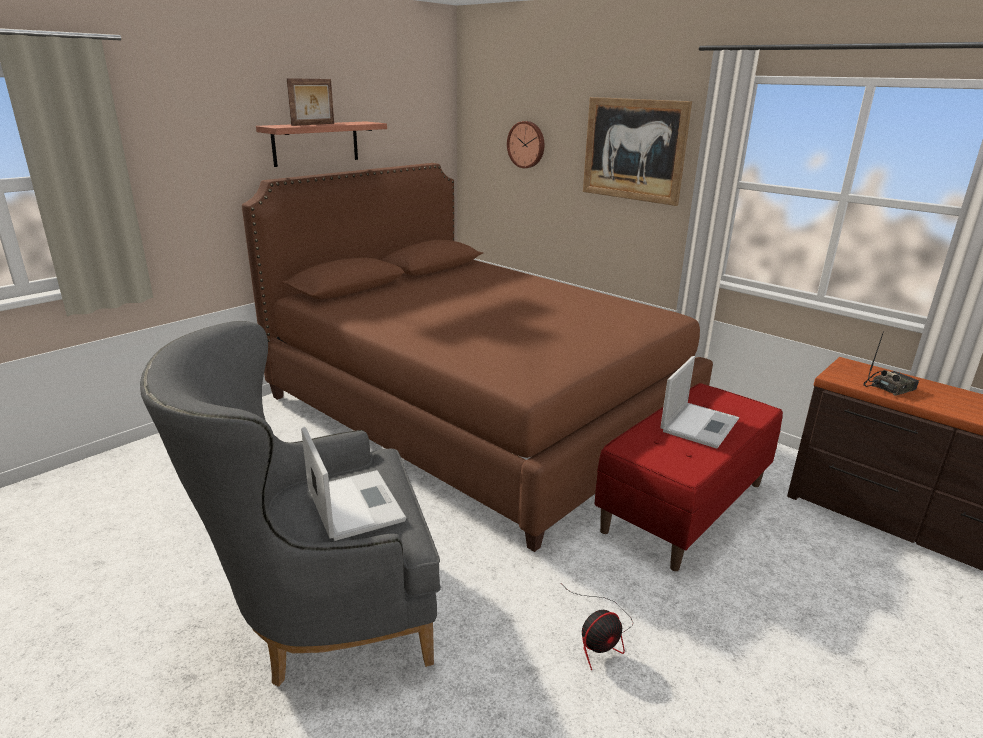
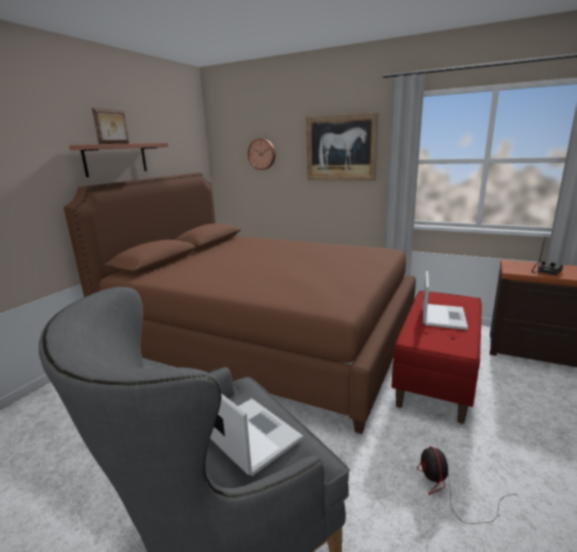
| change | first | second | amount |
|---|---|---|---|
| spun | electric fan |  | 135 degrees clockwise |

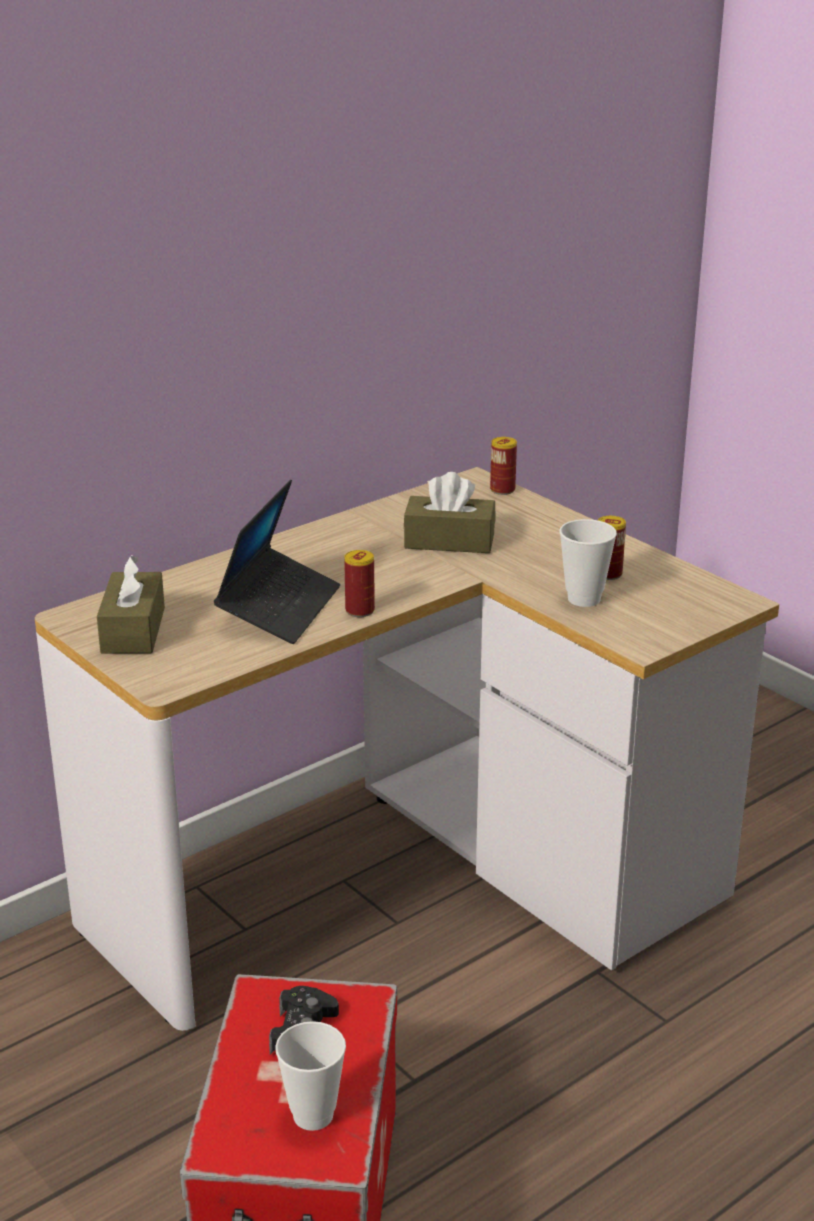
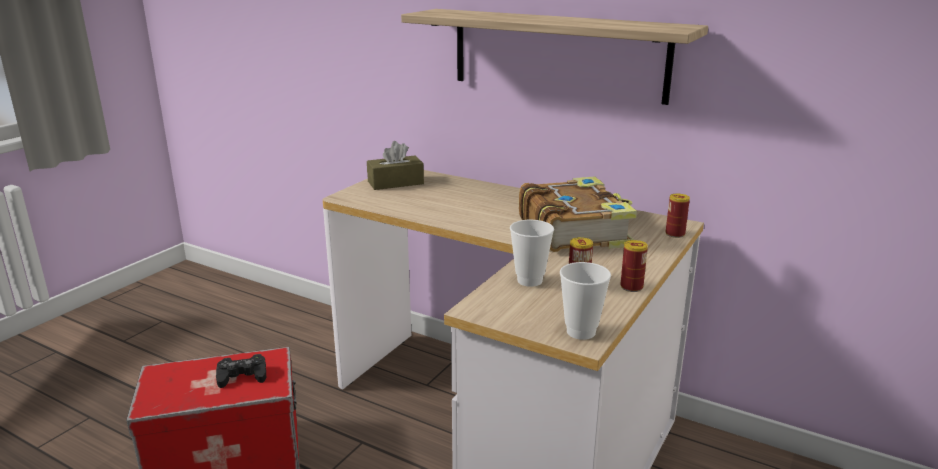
| change | first | second | amount |
|---|---|---|---|
| appeared |  | bracket shelf |  |
| exchanged | brown box of tissues (no. 2 from left) | book |  |
| relocated | drinking cup (no. 1 from left in the first image) | drinking cup (no. 2 from left) |  |
| relocated | can (no. 1 from left in the first image) | can (no. 2 from left) |  |
| missing | notebook computer |  |  |

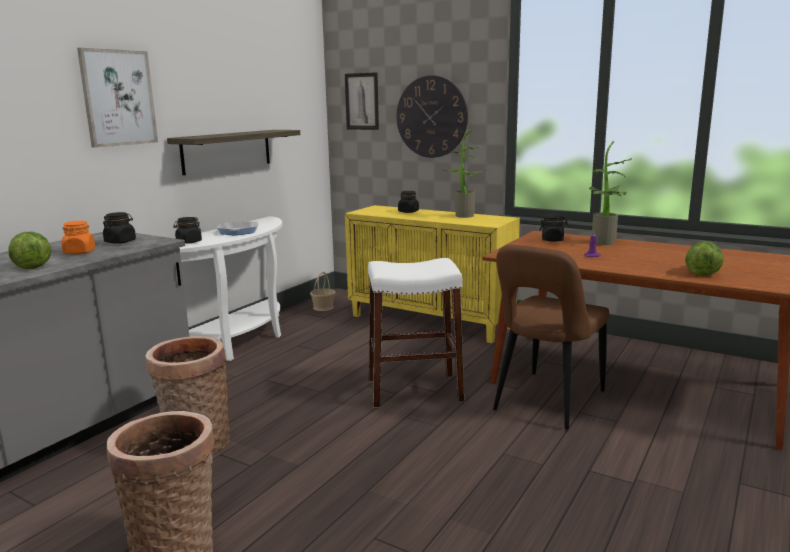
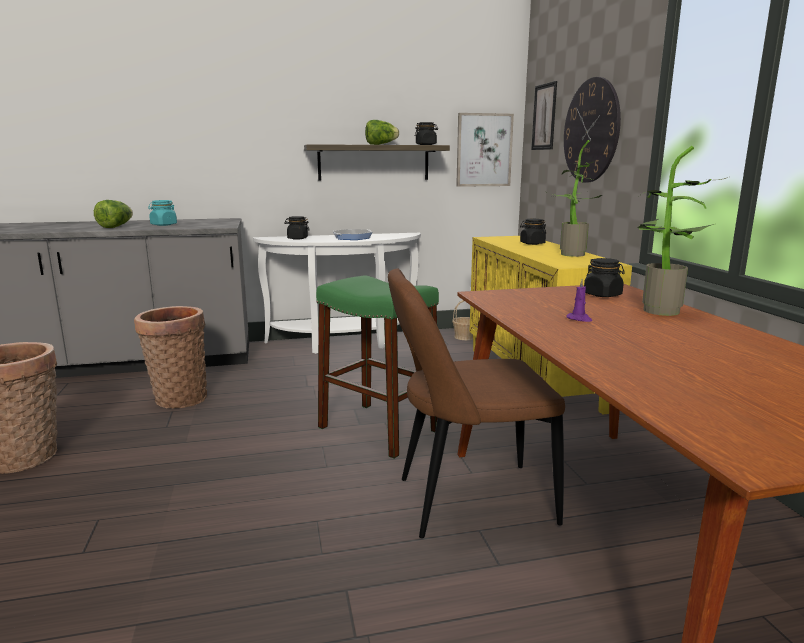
| change | first | second | amount |
|---|---|---|---|
| colour | orangey preserve jar | turquoise preserve jar |  |
| colour | white sitting stool | greenish sitting stool |  |
| relocated | lettuce (no. 2 from left) |  |  |
| relocated | black preserve jar (no. 1 from left in the first image) | black preserve jar (no. 2 from left) |  |
| relocated | wall art (no. 1 from left) |  |  |

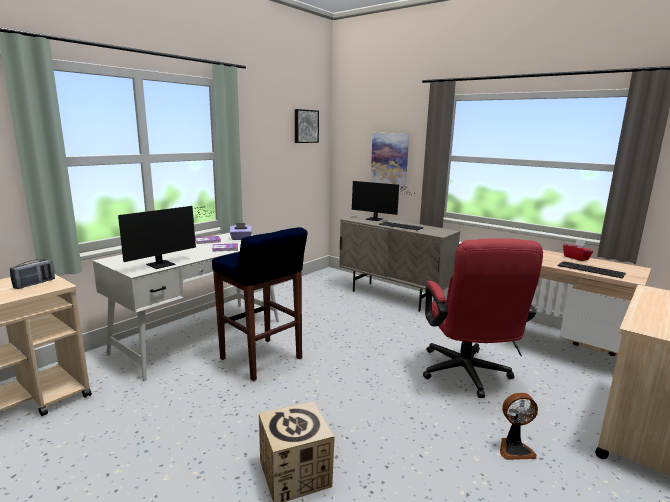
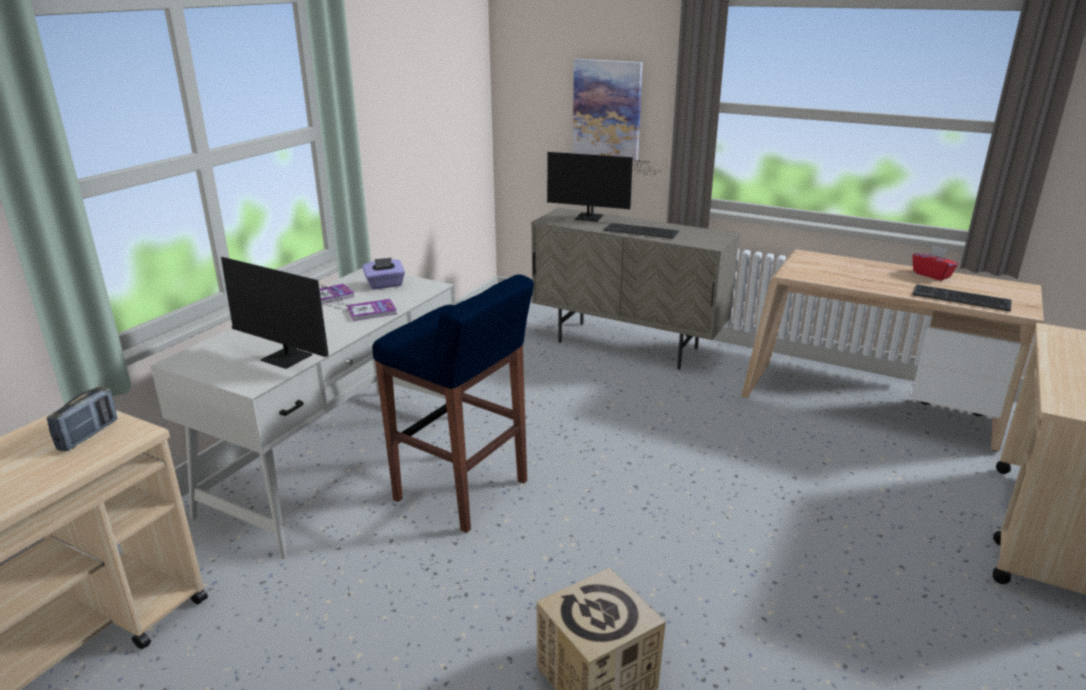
| change | first | second | amount |
|---|---|---|---|
| spun | monitor (no. 1 from left) |  | 90 degrees clockwise |
| missing | wall art (no. 1 from left) |  |  |
| missing | red-coloured computer chair |  |  |
| missing | electric fan |  |  |

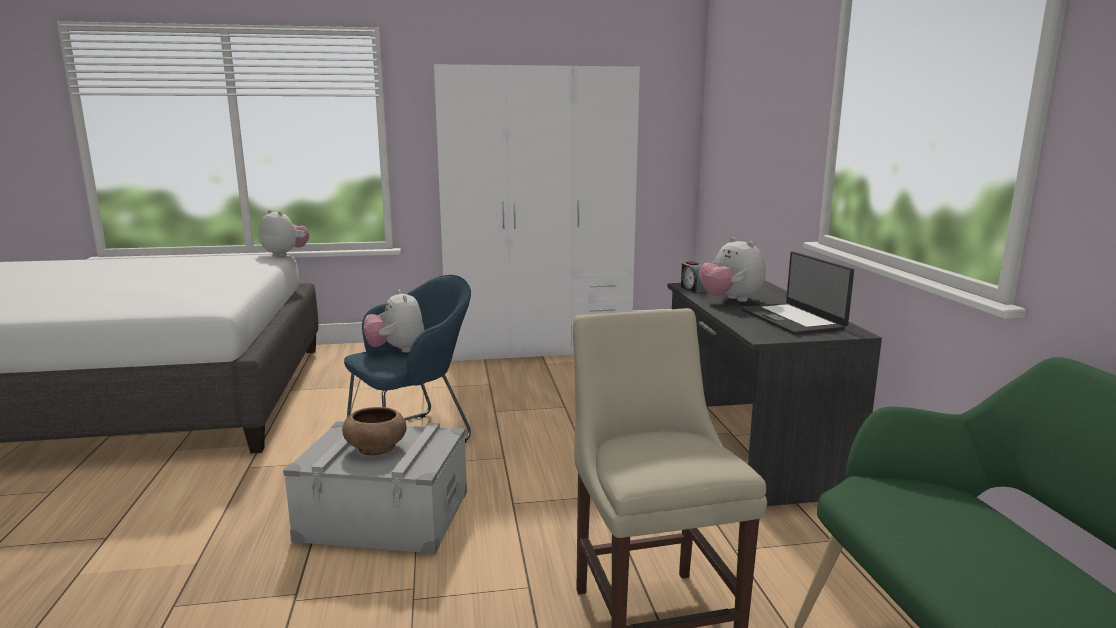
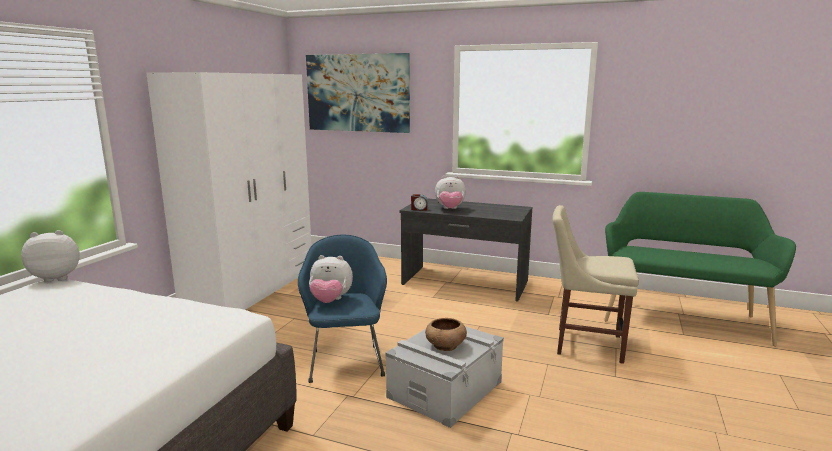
| change | first | second | amount |
|---|---|---|---|
| appeared |  | wall art |  |
| missing | notebook computer |  |  |

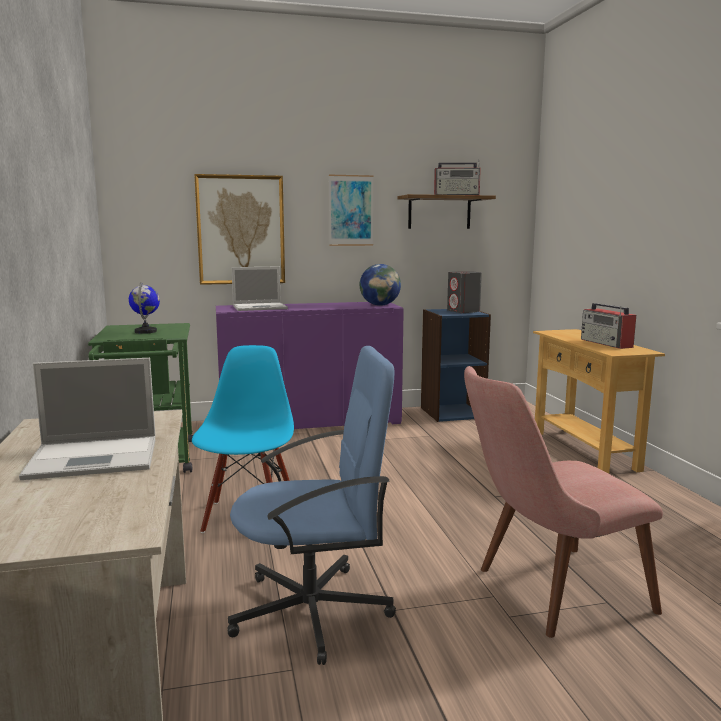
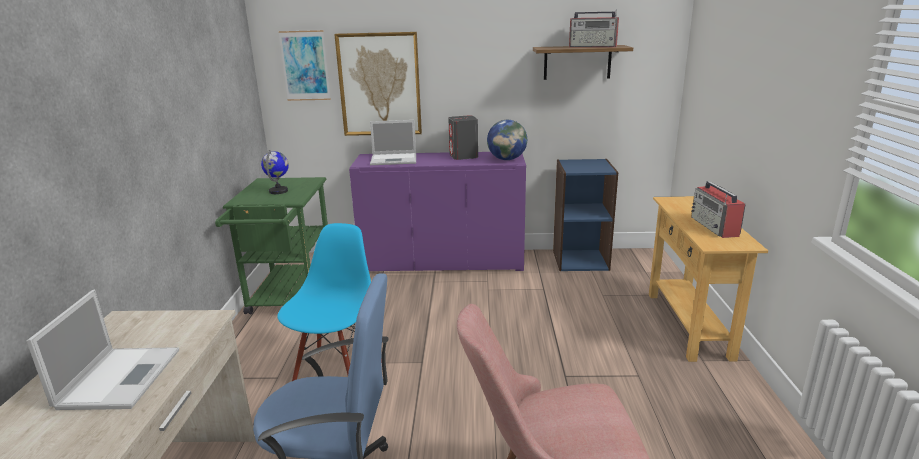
| change | first | second | amount |
|---|---|---|---|
| spun | notebook computer (no. 1 from left) |  | 90 degrees counterclockwise |
| relocated | wall art (no. 2 from left in the first image) | wall art (no. 1 from left) |  |
| relocated | grey speaker |  |  |

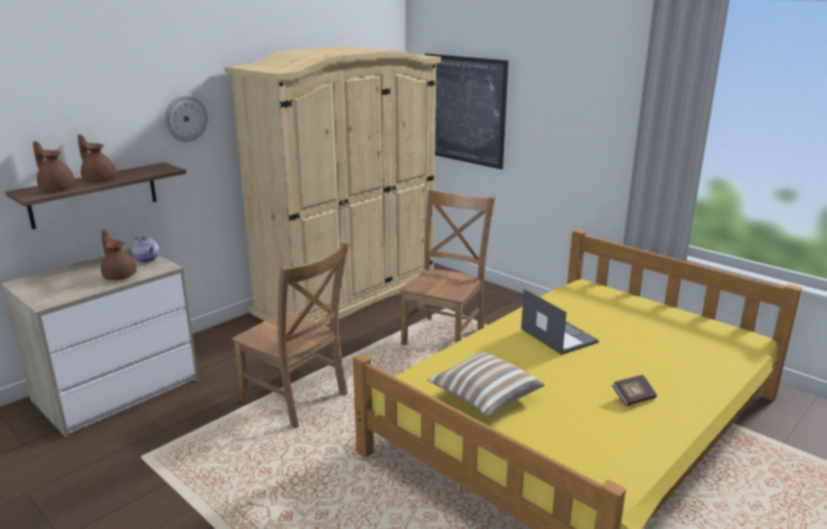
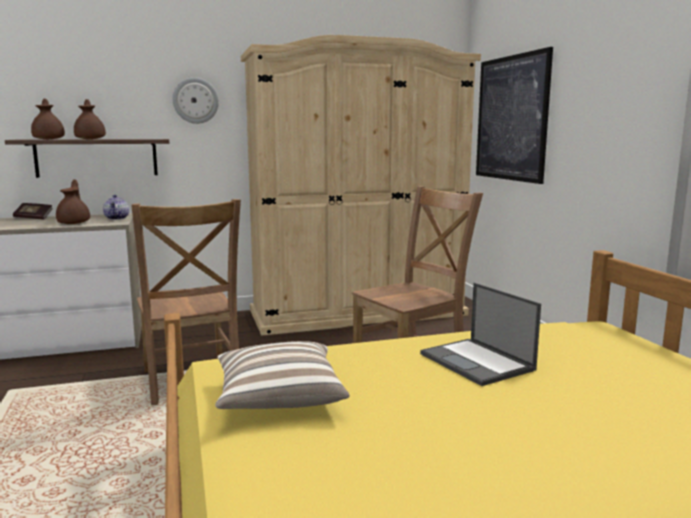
| change | first | second | amount |
|---|---|---|---|
| relocated | book |  |  |
| spun | notebook computer |  | 150 degrees clockwise |

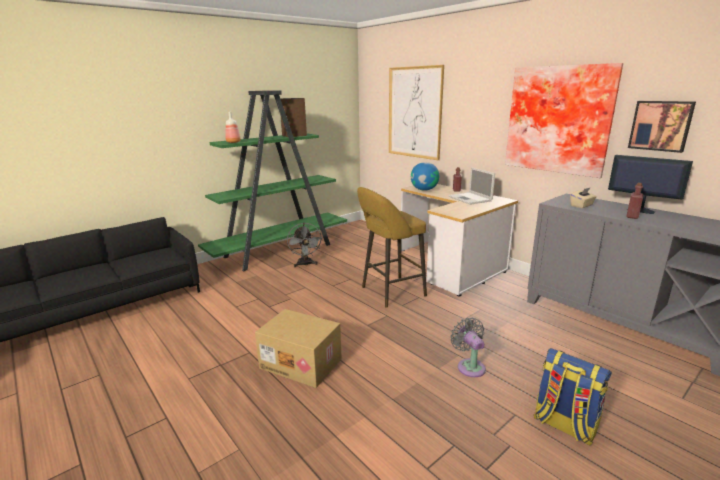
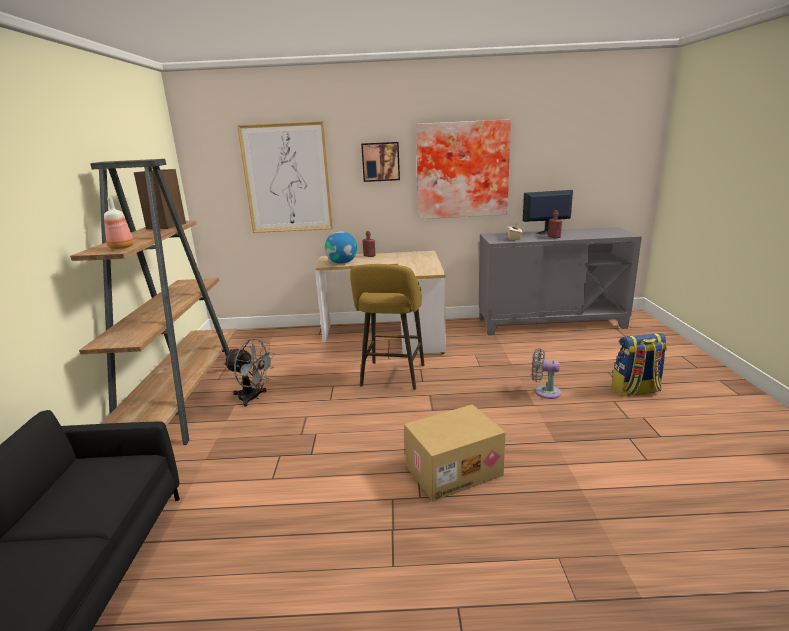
| change | first | second | amount |
|---|---|---|---|
| colour | greenish bookshelf | brown bookshelf |  |
| relocated | wall art (no. 3 from left in the first image) | wall art (no. 2 from left) |  |
| missing | notebook computer |  |  |

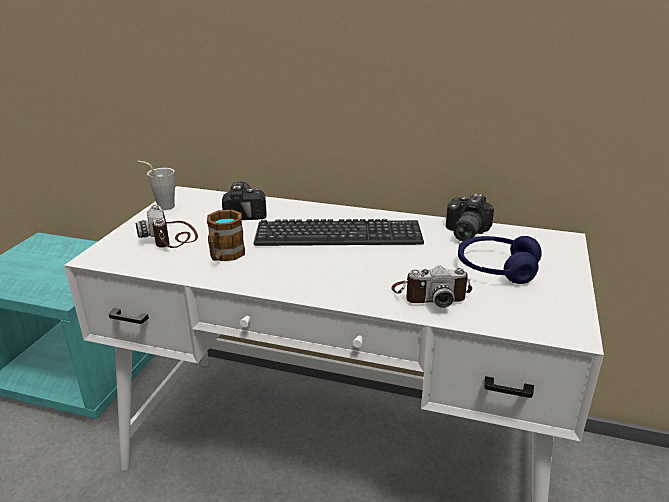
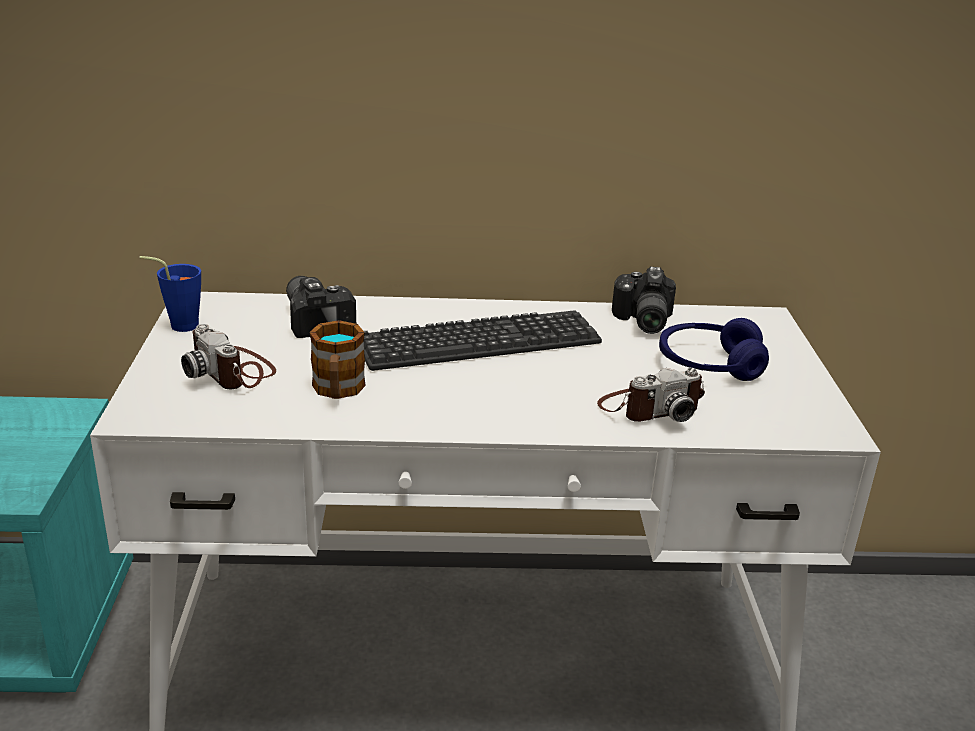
| change | first | second | amount |
|---|---|---|---|
| colour | grey drinking cup | bluish drinking cup |  |

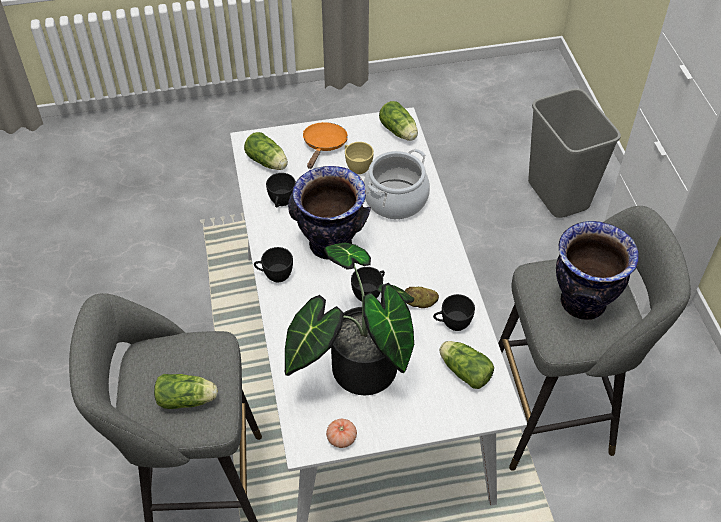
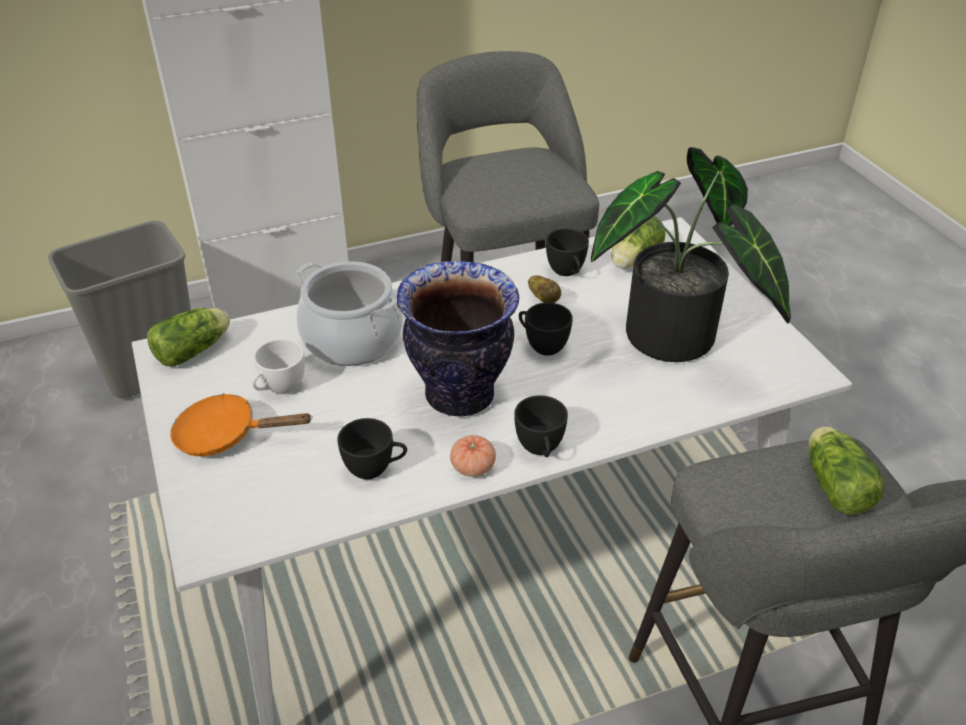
| change | first | second | amount |
|---|---|---|---|
| colour | yellowish drinking cup | white drinking cup |  |
| relocated | fresh tomato |  |  |
| missing | lettuce (no. 2 from left) |  |  |
| missing | vase (no. 2 from left) |  |  |

